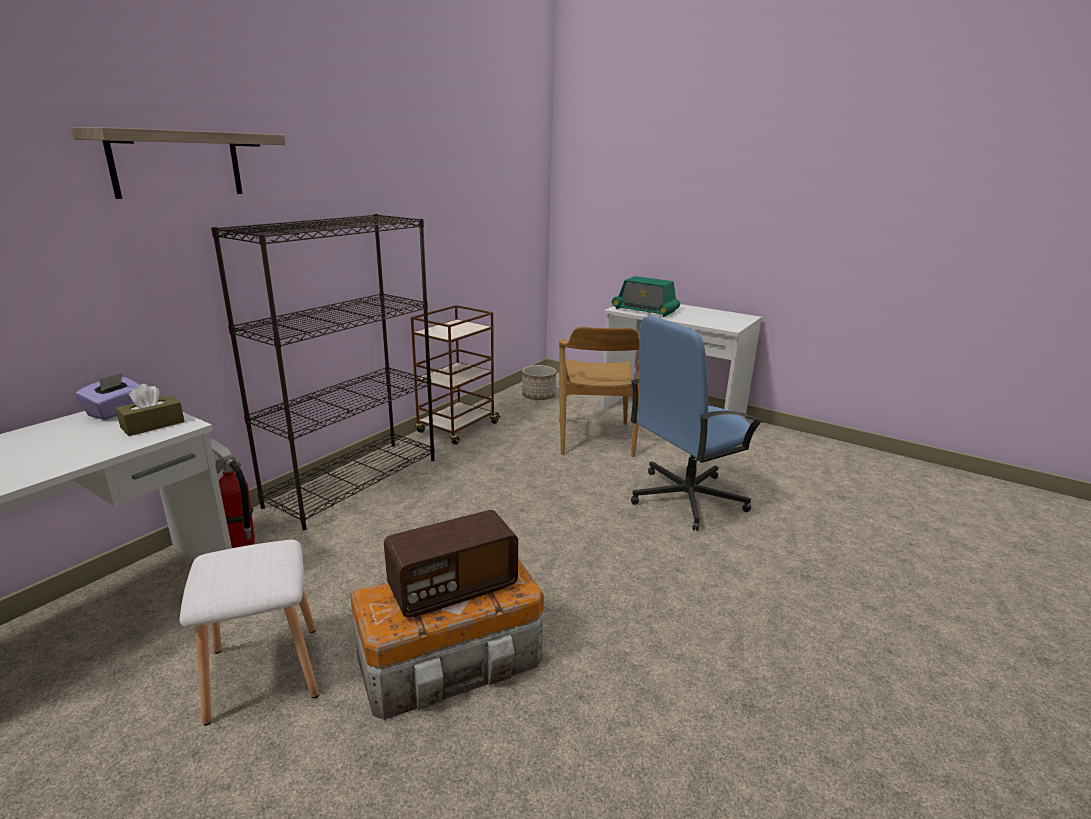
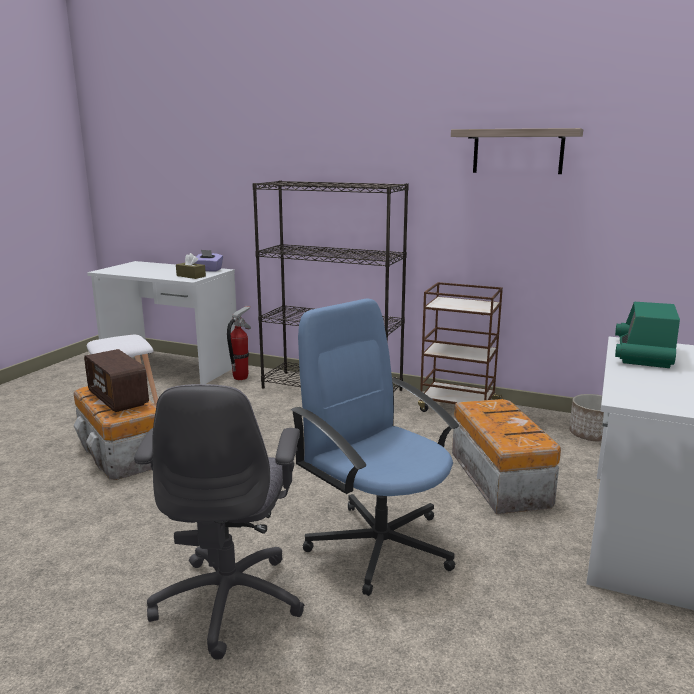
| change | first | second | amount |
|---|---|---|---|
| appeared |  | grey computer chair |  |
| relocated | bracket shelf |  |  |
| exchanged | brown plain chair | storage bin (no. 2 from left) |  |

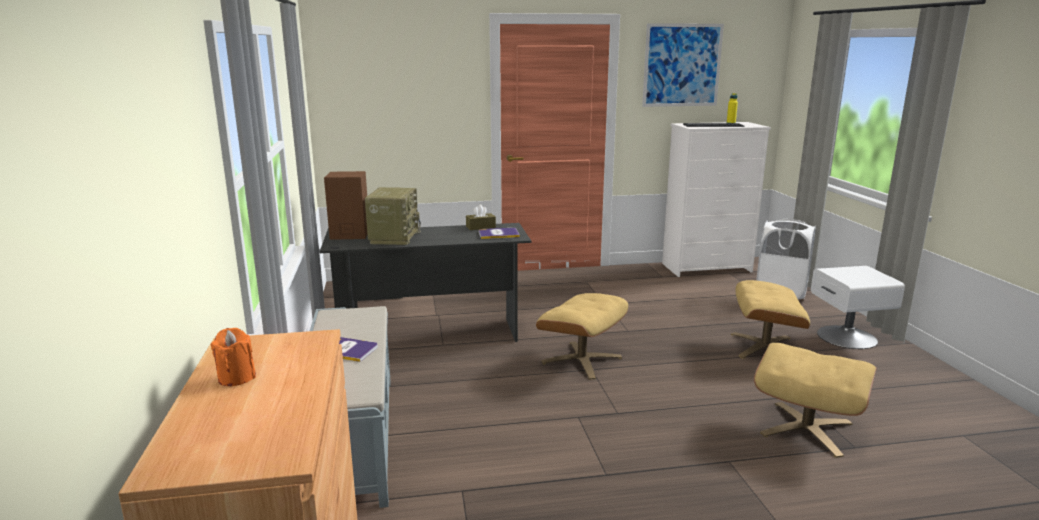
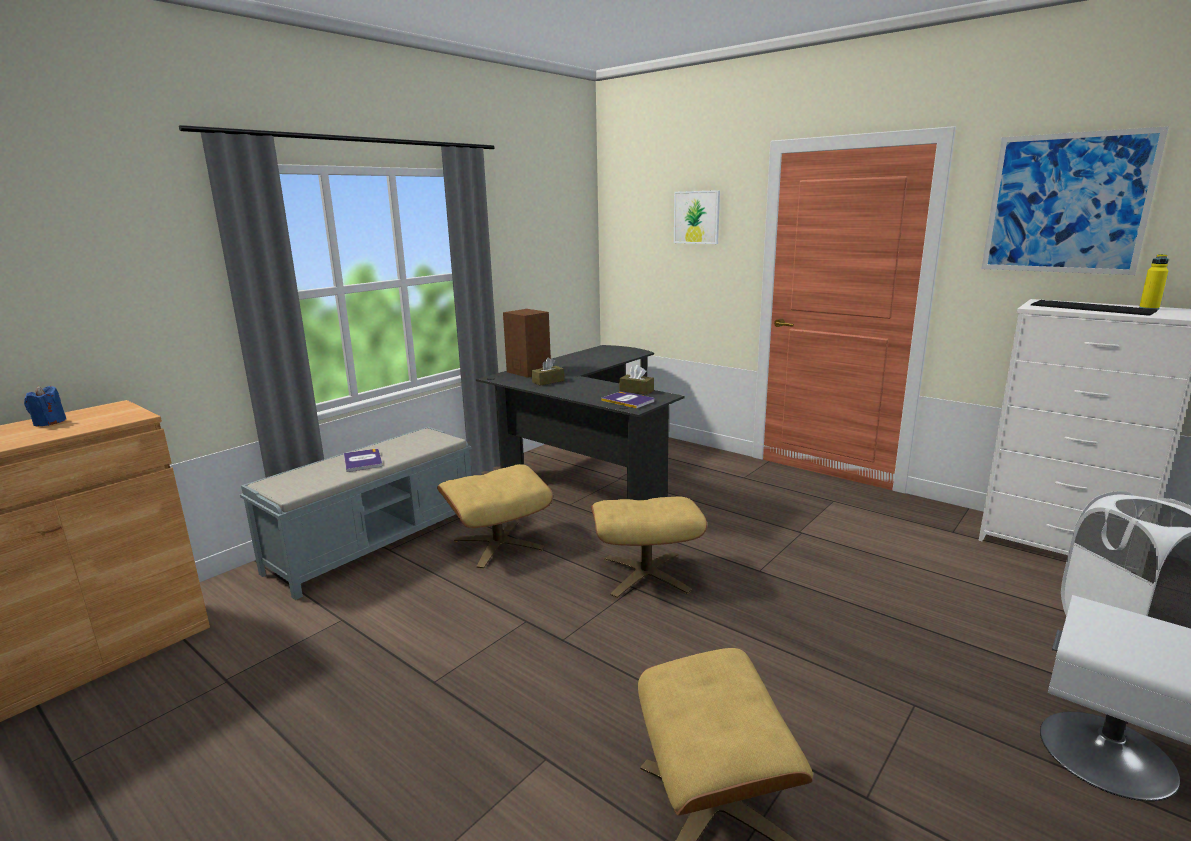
| change | first | second | amount |
|---|---|---|---|
| colour | orangey wax candle | bluish wax candle |  |
| relocated | beige-coloured pouffe (no. 2 from left in the first image) | beige-coloured pouffe (no. 1 from left) |  |
| exchanged | radio set | brown box of tissues (no. 1 from left) |  |
| appeared |  | wall art (no. 1 from left) |  |

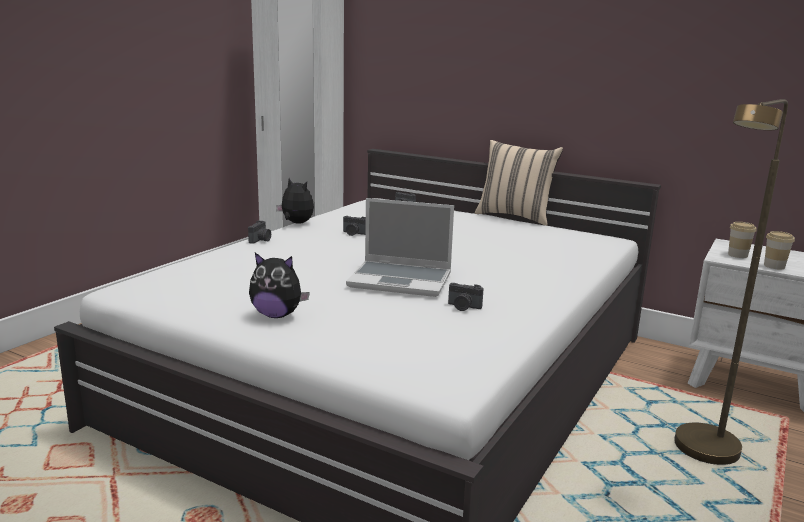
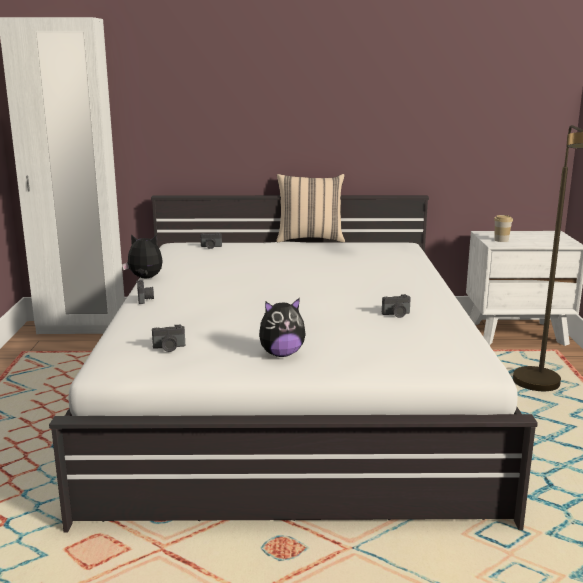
| change | first | second | amount |
|---|---|---|---|
| relocated | photo camera (no. 2 from left) |  |  |
| missing | notebook computer |  |  |
| missing | drinking cup (no. 2 from left) |  |  |

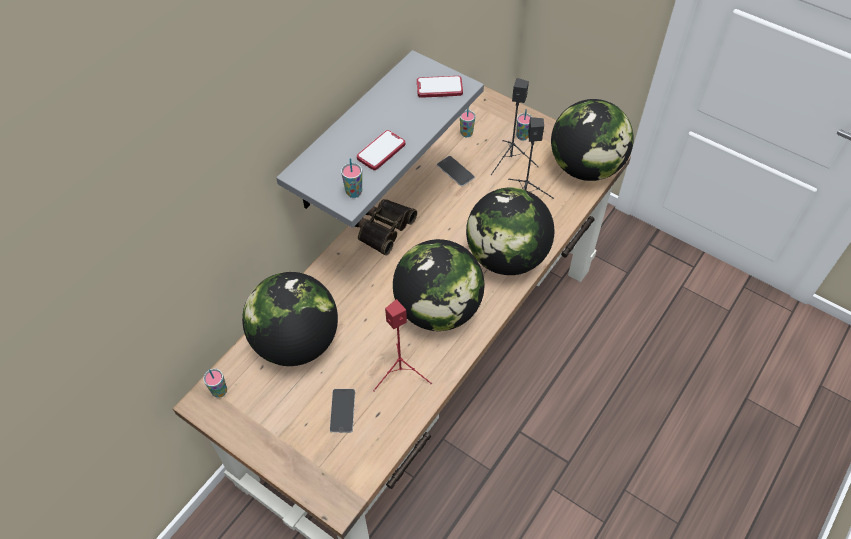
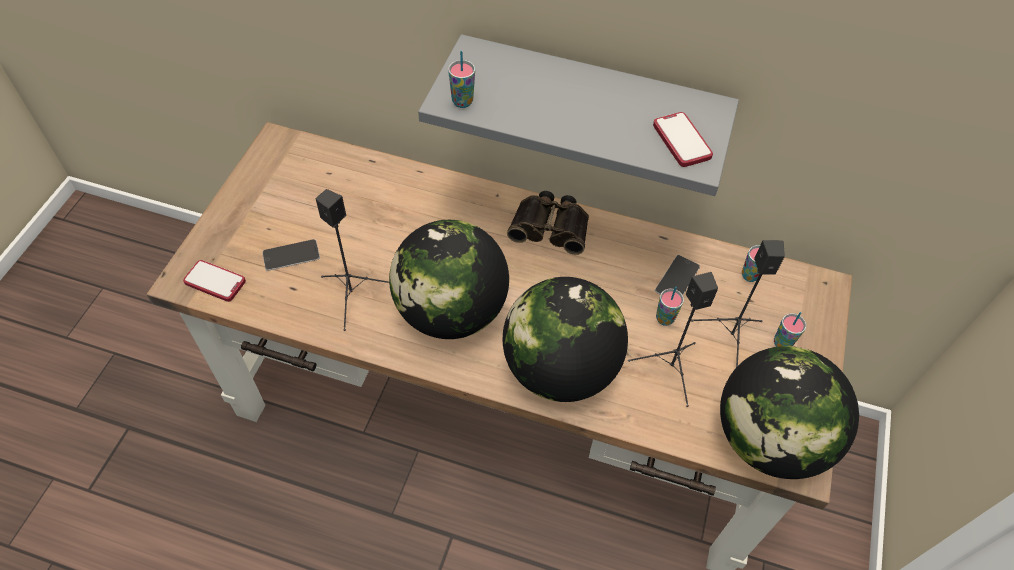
| change | first | second | amount |
|---|---|---|---|
| relocated | handset (no. 2 from left in the first image) | handset (no. 1 from left) |  |
| colour | red-coloured speaker | black speaker (no. 1 from left) |  |
| relocated | drinking cup (no. 1 from left in the first image) | drinking cup (no. 2 from left) |  |
| missing | globe (no. 1 from left) |  |  |

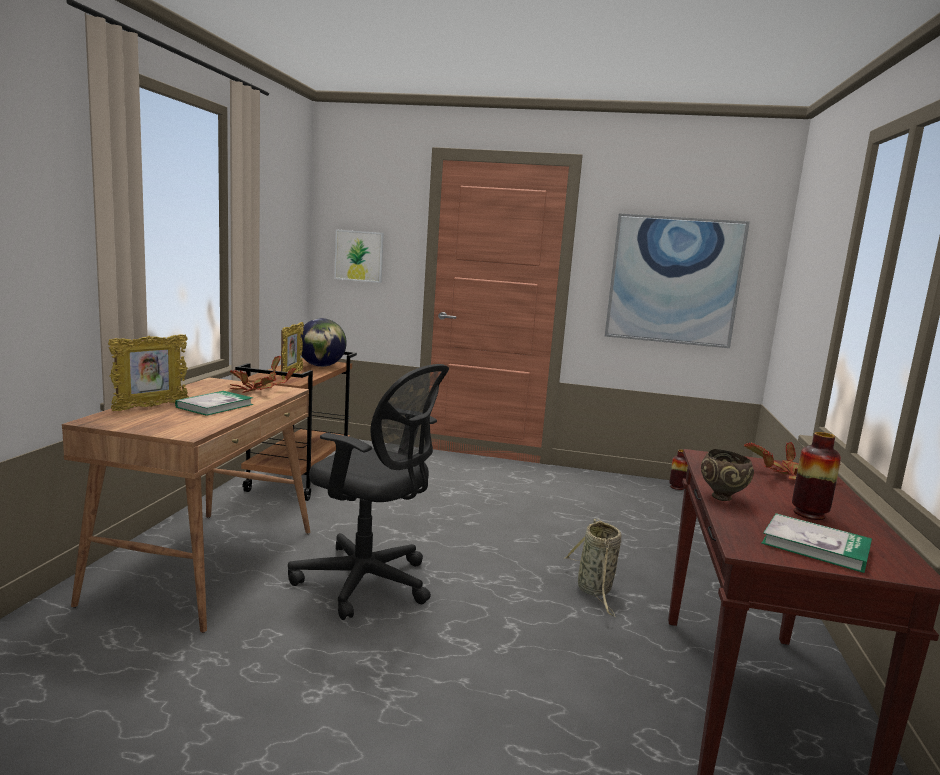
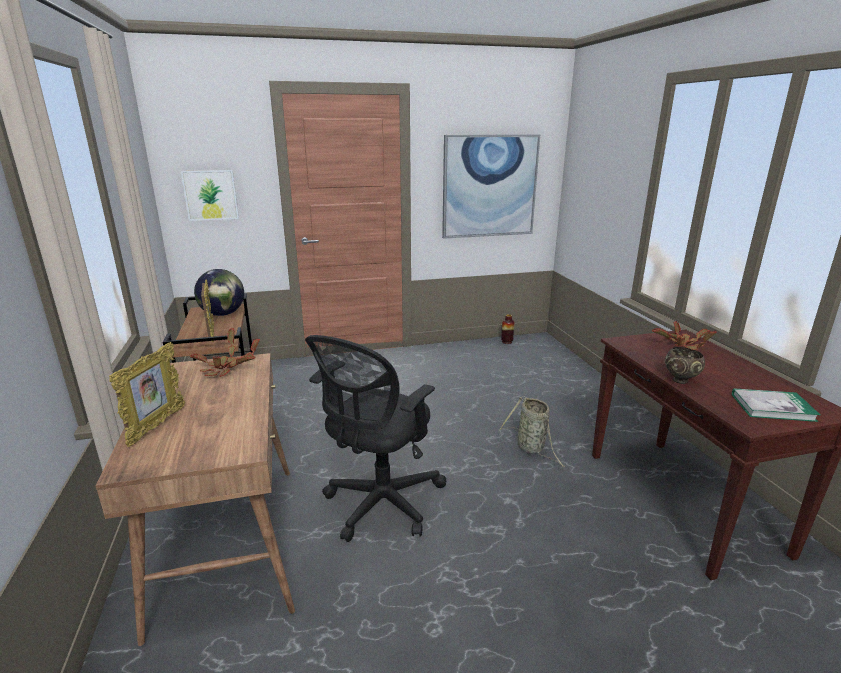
| change | first | second | amount |
|---|---|---|---|
| spun | black computer chair |  | 120 degrees clockwise |
| missing | book (no. 1 from left) |  |  |
| missing | vase (no. 2 from left) |  |  |

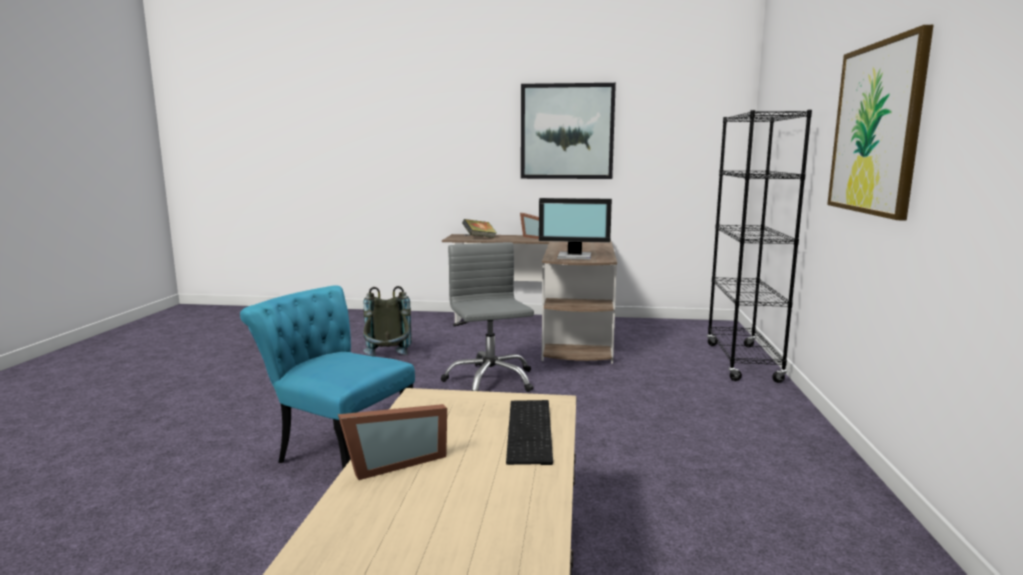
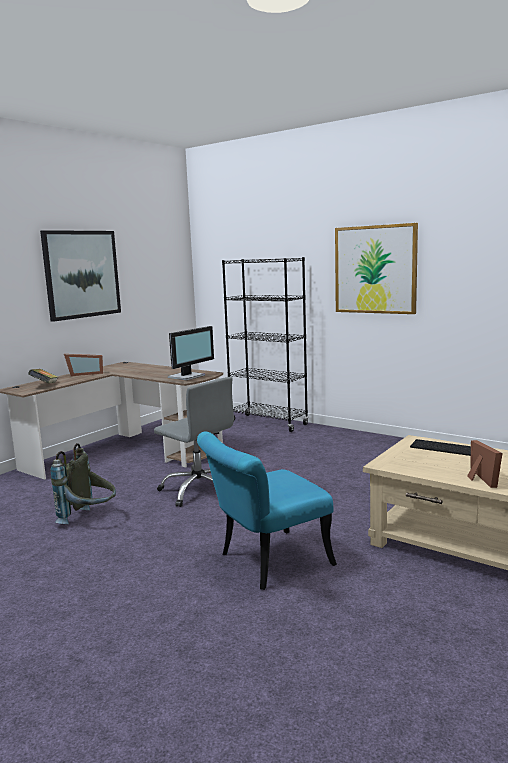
| change | first | second | amount |
|---|---|---|---|
| spun | grey computer chair |  | 150 degrees counterclockwise |

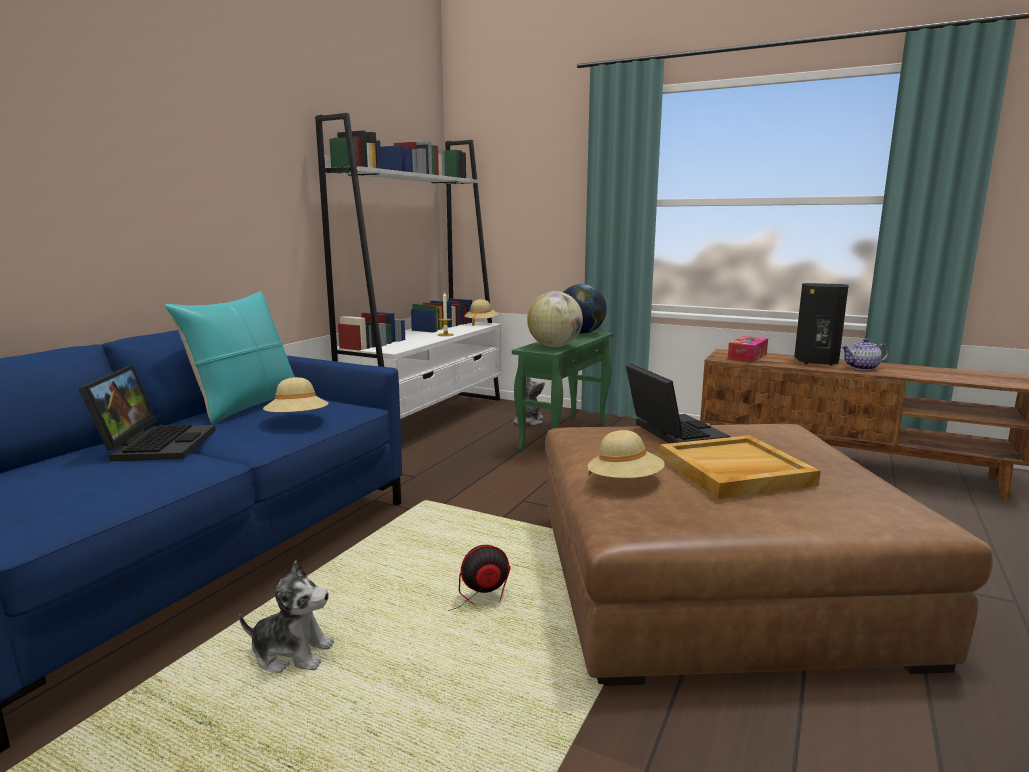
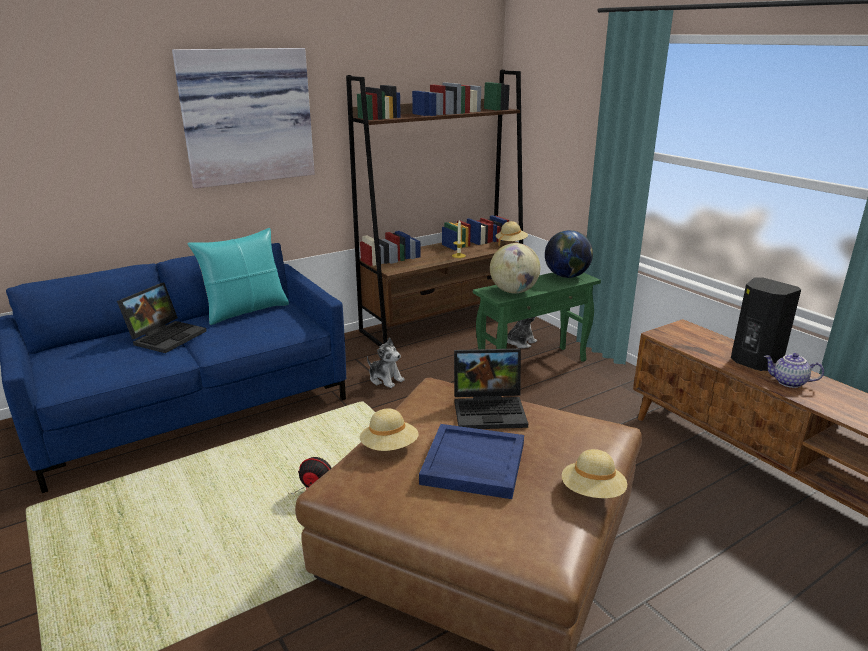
| change | first | second | amount |
|---|---|---|---|
| appeared |  | wall art |  |
| colour | white bookshelf | brown bookshelf |  |
| relocated | plush toy (no. 1 from left) |  |  |
| colour | beige-coloured tray | bluish tray |  |
| spun | notebook computer (no. 2 from left) |  | 75 degrees clockwise |
| relocated | beige-coloured hat (no. 1 from left in the first image) | beige-coloured hat (no. 3 from left) |  |
| missing | box of tissues |  |  |

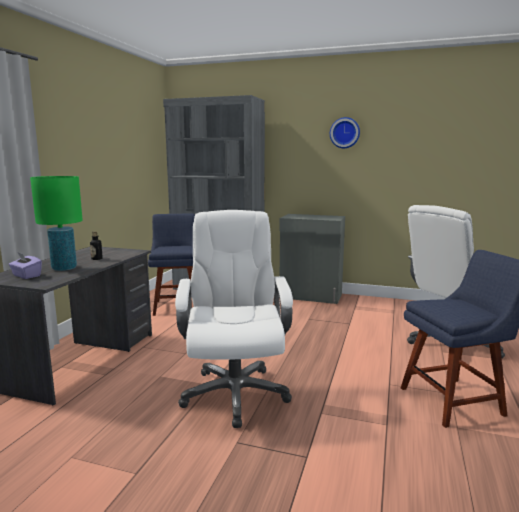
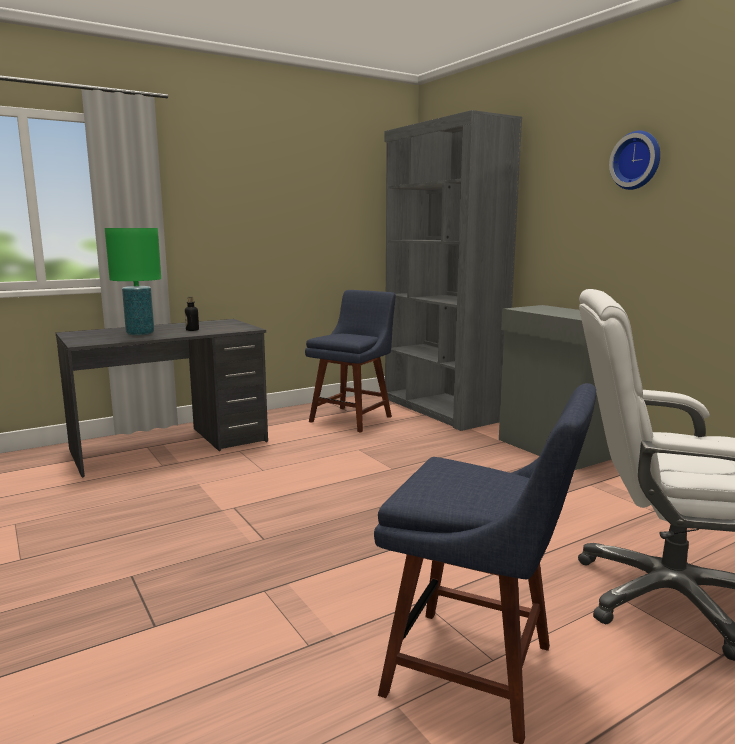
| change | first | second | amount |
|---|---|---|---|
| missing | purple box of tissues |  |  |
| missing | white computer chair (no. 1 from left) |  |  |

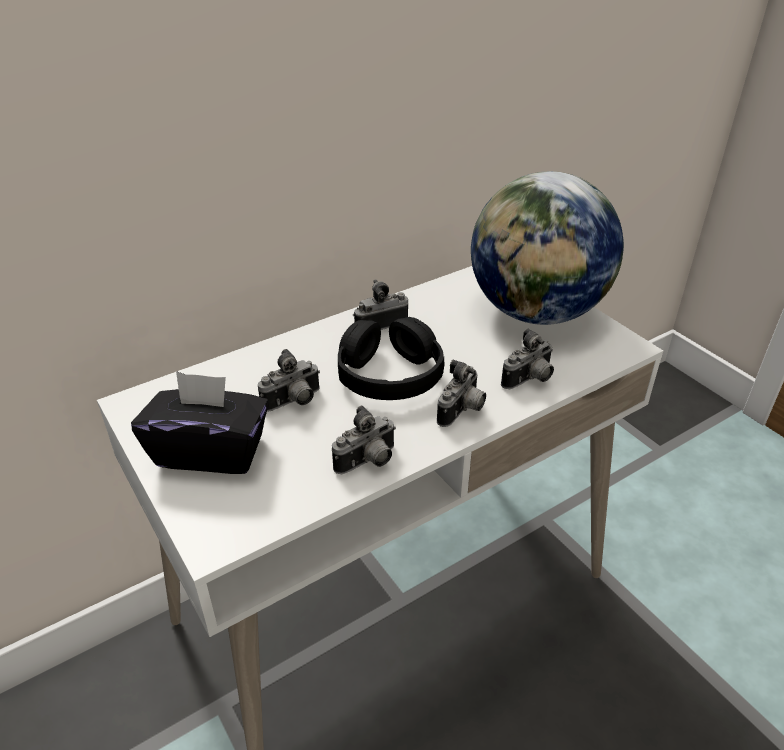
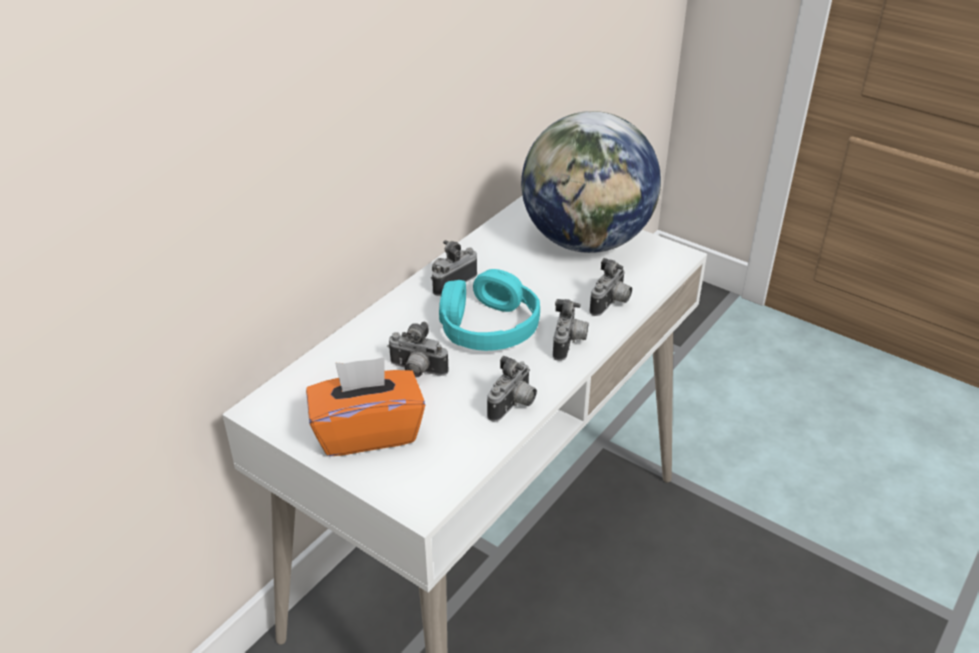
| change | first | second | amount |
|---|---|---|---|
| colour | black box of tissues | orangey box of tissues |  |
| spun | photo camera (no. 1 from left) |  | 75 degrees clockwise |
| colour | black pair of headphones | turquoise pair of headphones |  |

